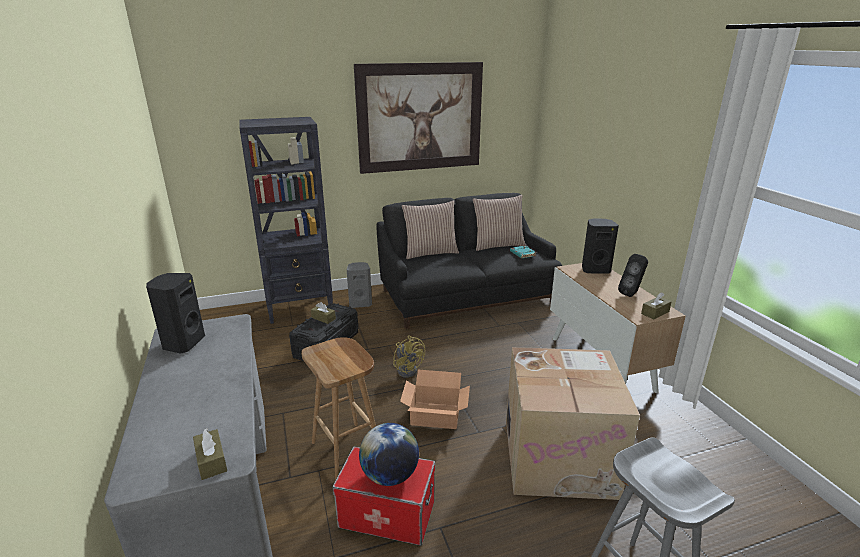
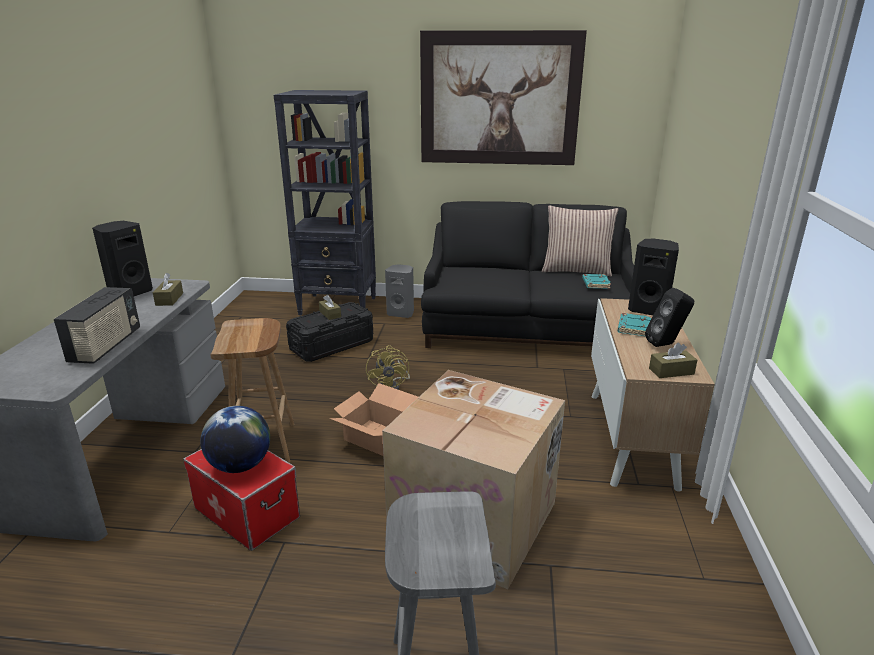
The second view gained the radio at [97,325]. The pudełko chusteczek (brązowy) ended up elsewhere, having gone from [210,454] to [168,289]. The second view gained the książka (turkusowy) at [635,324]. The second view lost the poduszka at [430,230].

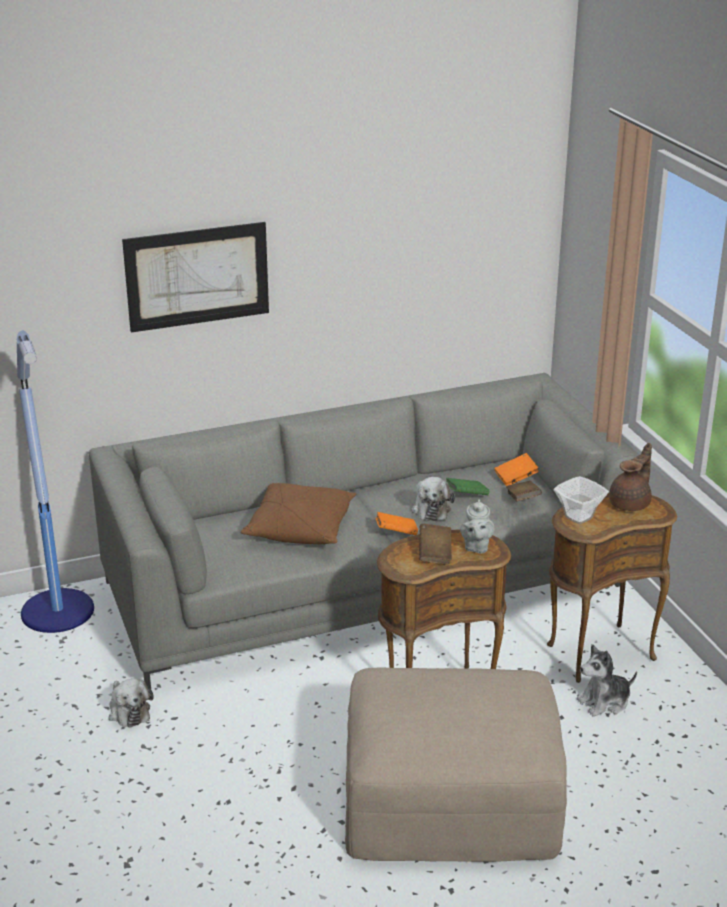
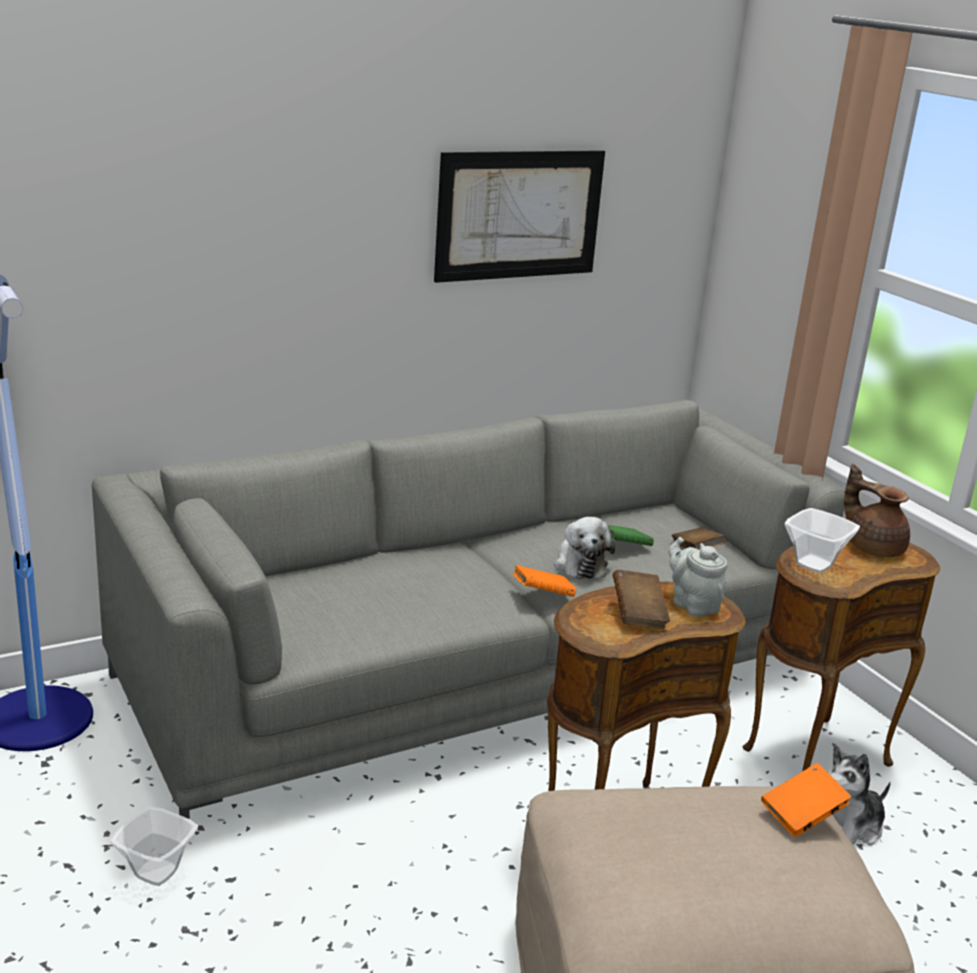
Where the pluszak stood at [131,703], the miska came to stand at [154,846]. The obraz ended up elsewhere, having gone from [195,277] to [519,216]. The imbryk (szary) at [477,526] ended up facing another way, 150 degrees clockwise from before. The książka (pomarańczowy) ended up elsewhere, having gone from [516,469] to [806,800]. The imbryk (brązowy) at [630,477] ended up facing another way, 75 degrees counterclockwise from before. The second view lost the poduszka (brązowy) at [298,513].

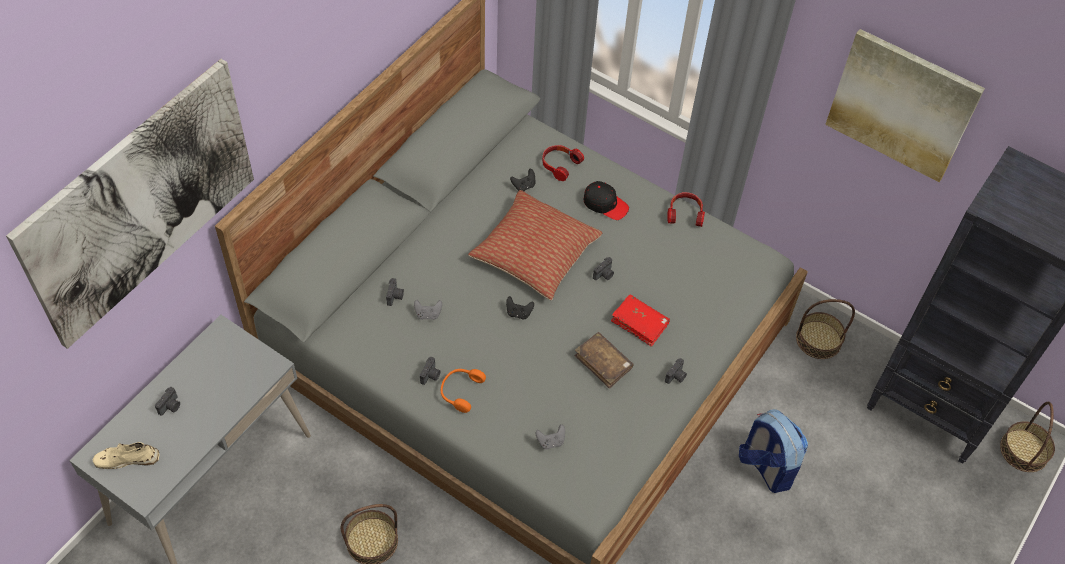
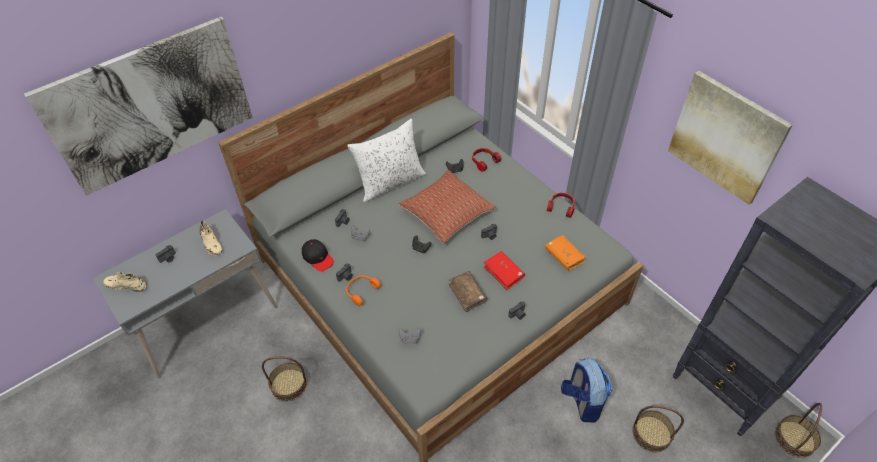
The second view gained the but (beżowy) at [211,237]. The czapka z daszkiem (czarny) ended up elsewhere, having gone from [606,200] to [318,255]. The second view gained the poduszka (biały) at [386,160]. The second view gained the książka (pomarańczowy) at [565,253]. The koszyk ended up elsewhere, having gone from [825,329] to [658,428].

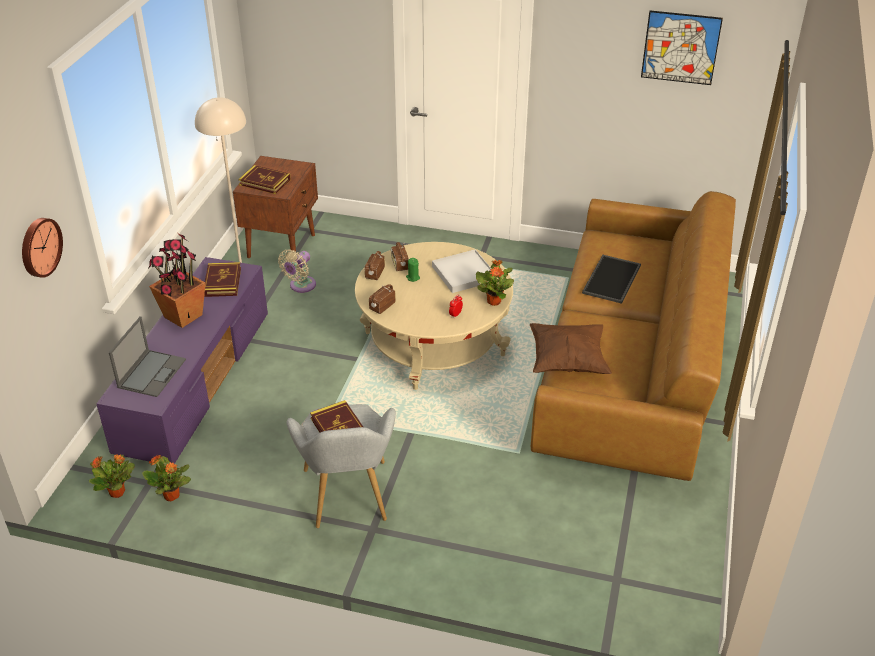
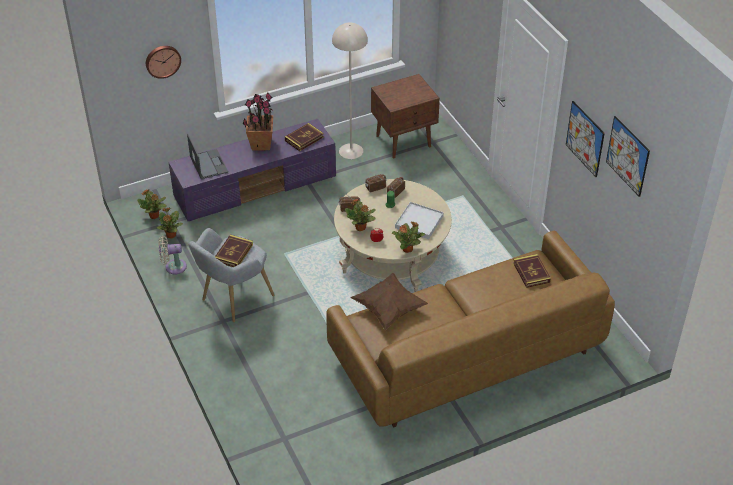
The wentylator (beżowy) ended up elsewhere, having gone from [297,271] to [173,255]. The laptop at [147,356] ended up facing another way, 90 degrees counterclockwise from before. The second view gained the roślina doniczkowa at [360,215]. The książka ended up elsewhere, having gone from [265,179] to [532,271]. The second view gained the obraz at [585,139]. The second view lost the taca at [611,279].

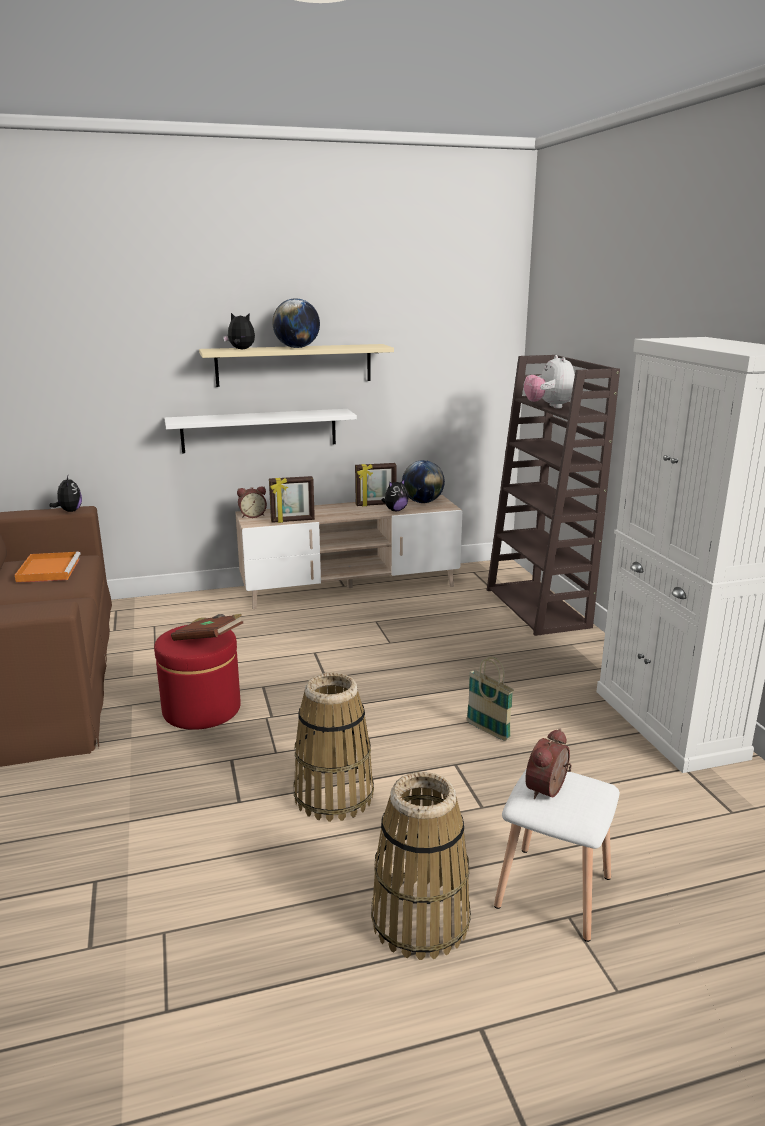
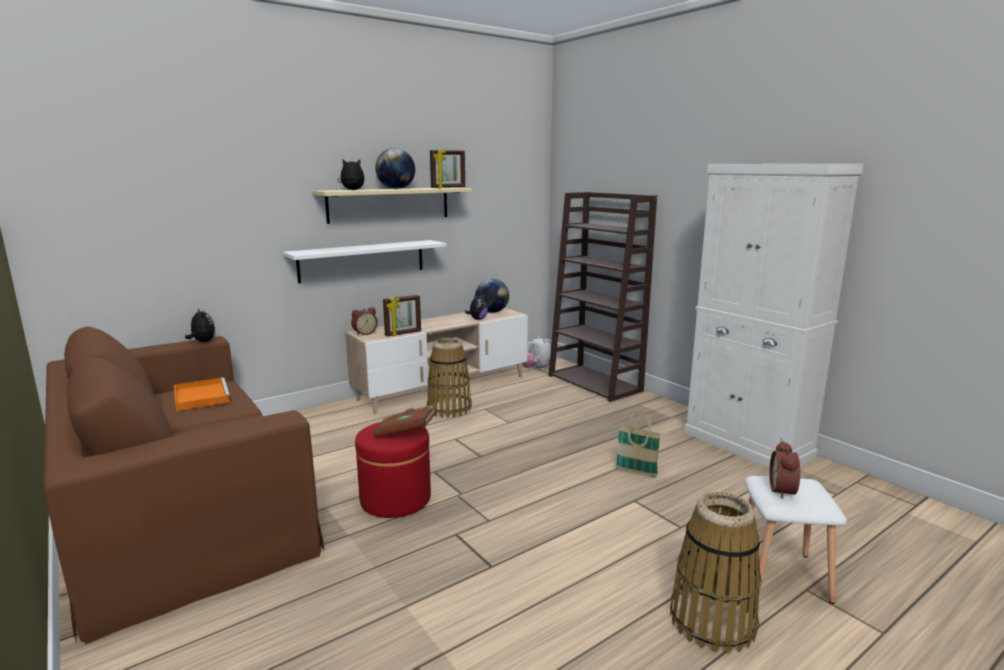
The koszyk ended up elsewhere, having gone from [334,747] to [449,378]. The ramka na zdjęcie ended up elsewhere, having gone from [376,484] to [447,168]. The pluszak ended up elsewhere, having gone from [549,381] to [536,353].

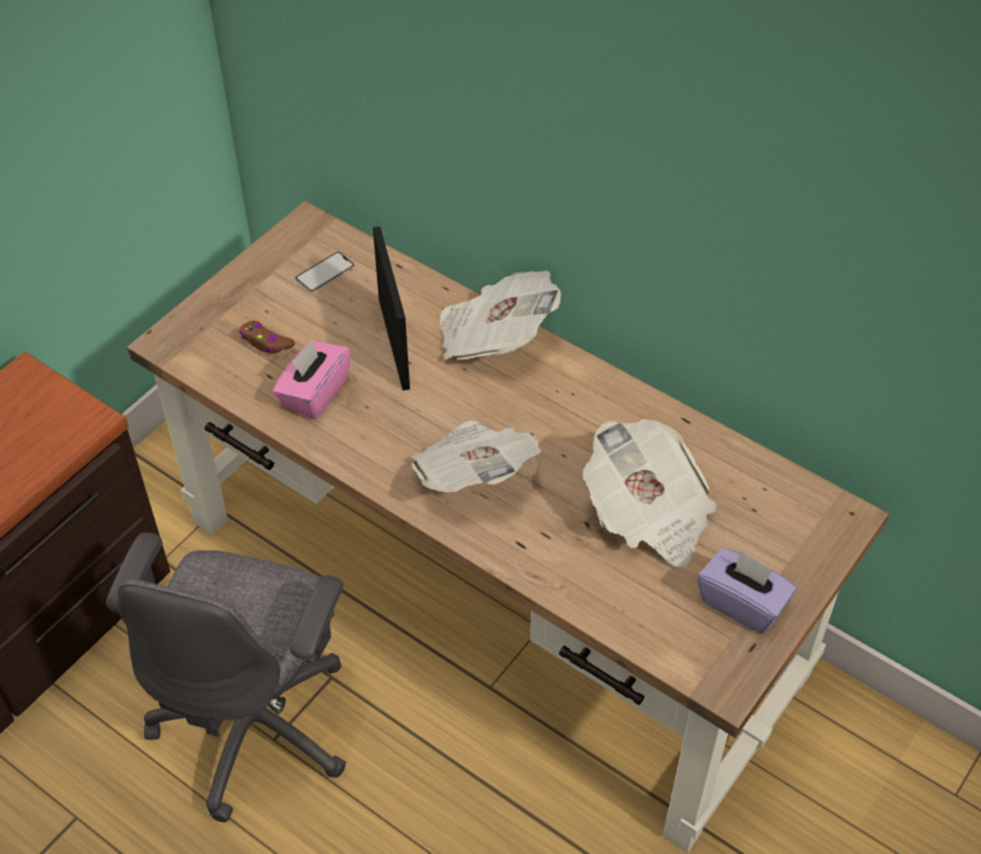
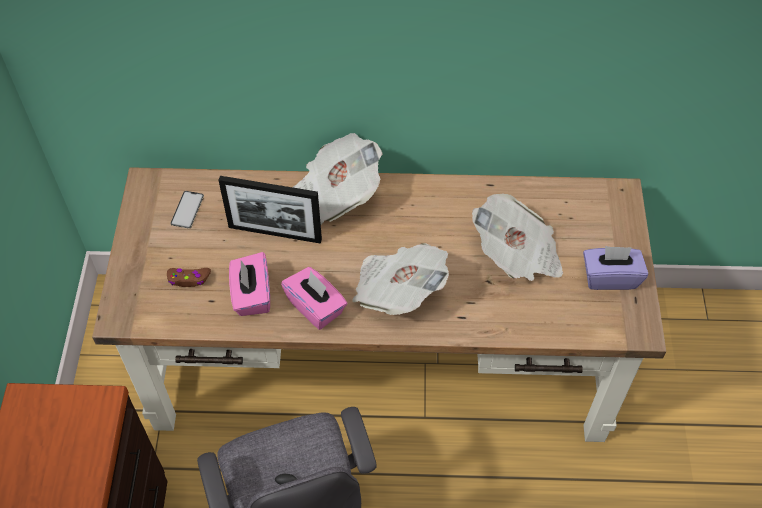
The ramka na zdjęcie at [391,308] ended up facing another way, 150 degrees clockwise from before. The second view gained the pudełko chusteczek (różowy) at [314,298].

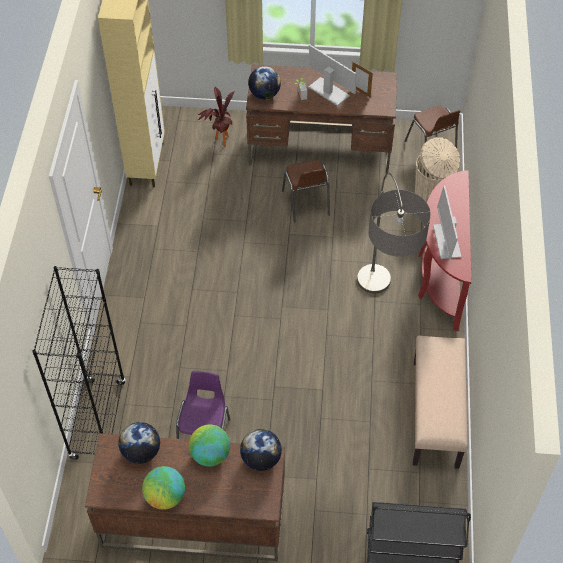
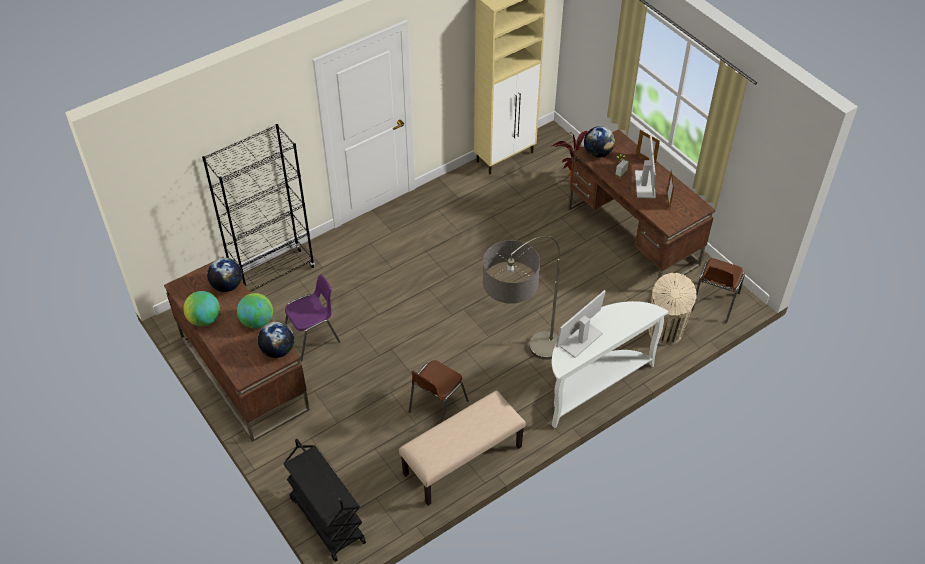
The krzesło (brązowy) ended up elsewhere, having gone from [306,191] to [439,391]. What was the stolik konsolowy (czerwony) at [444,251] turned into the stolik konsolowy (biały) at [610,364]. The second view gained the ramka na zdjęcie at [648,147].

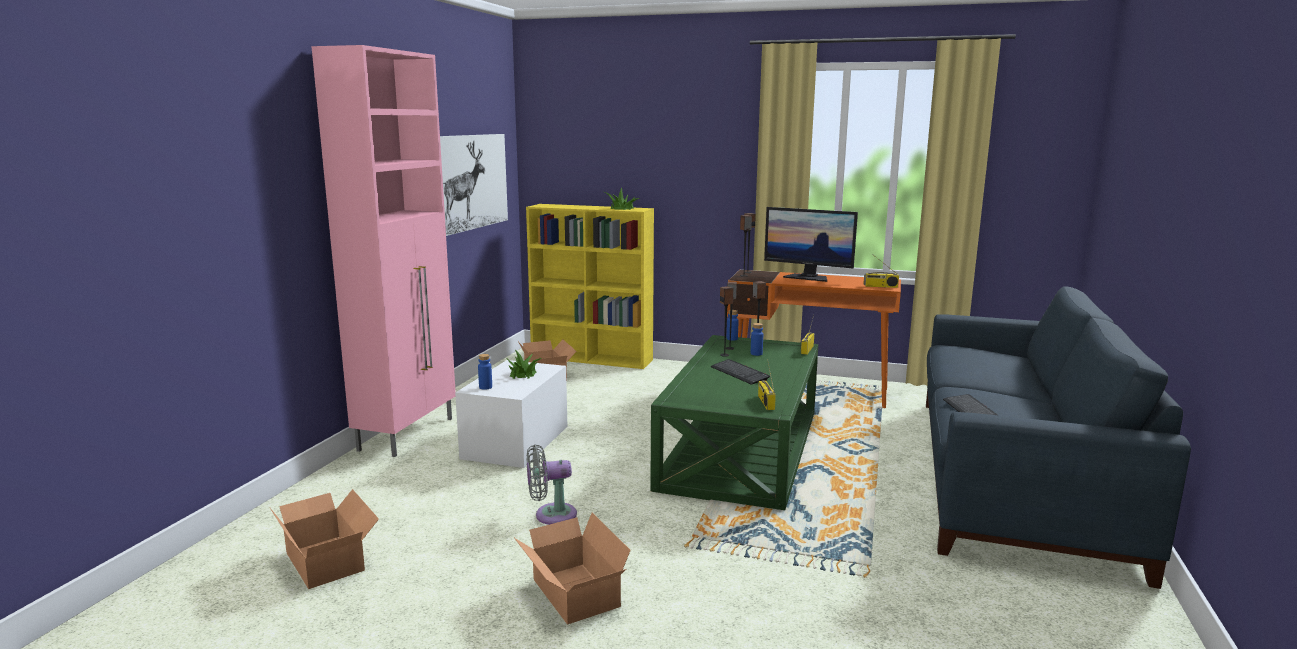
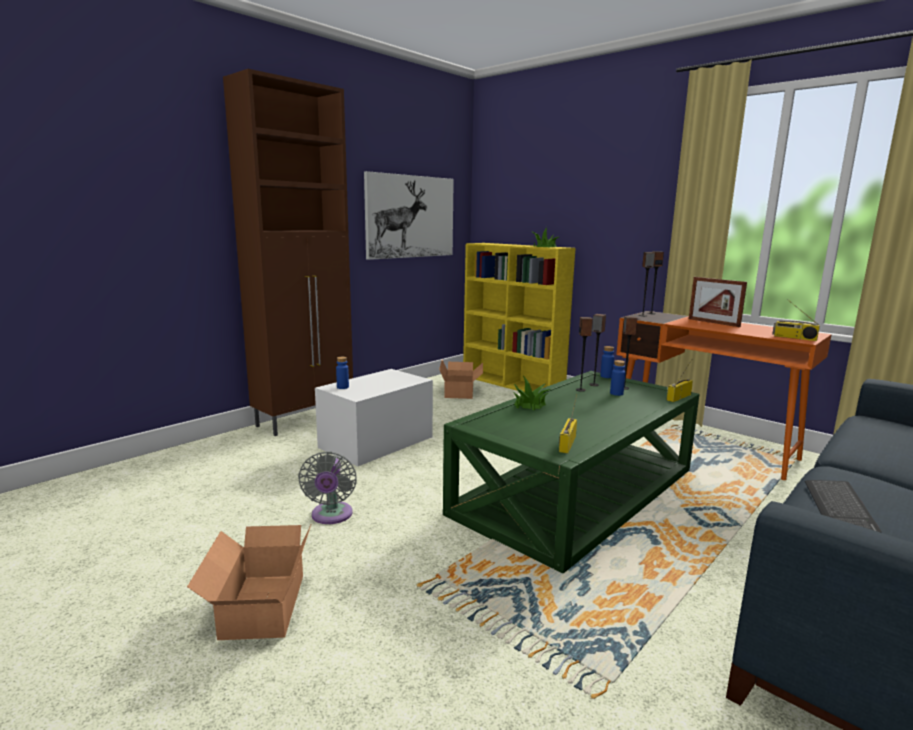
What was the szafka (różowy) at [383,251] turned into the szafka (brązowy) at [288,252]. The wentylator (szary) at [551,484] ended up facing another way, 105 degrees counterclockwise from before. The roślina doniczkowa ended up elsewhere, having gone from [523,364] to [532,393]. Where the monitor stood at [811,244], the ramka na zdjęcie came to stand at [718,302]. The second view lost the karton at [324,539]. The second view lost the klawiatura at [740,372].

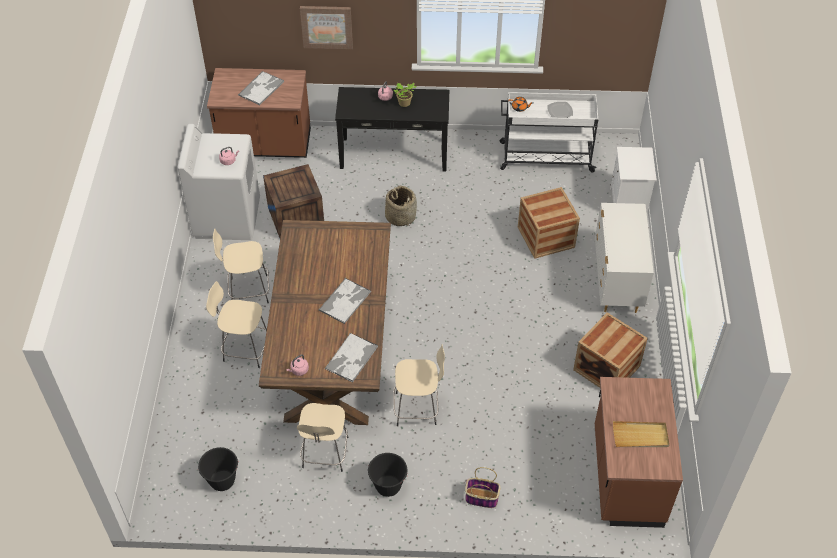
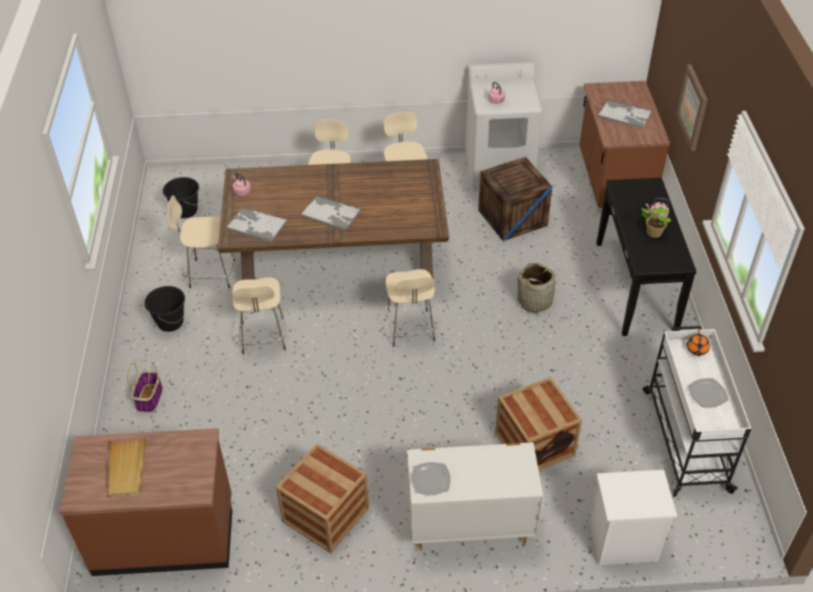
The second view gained the stołek (beżowy) at [410,308]. The second view gained the talerz at [431,478].

